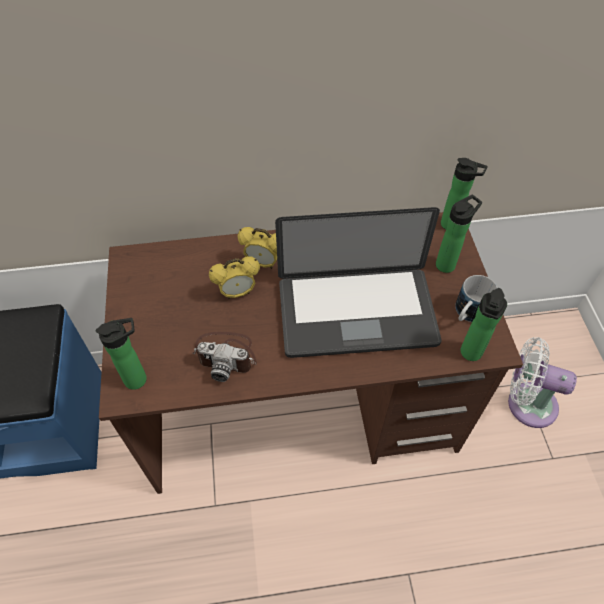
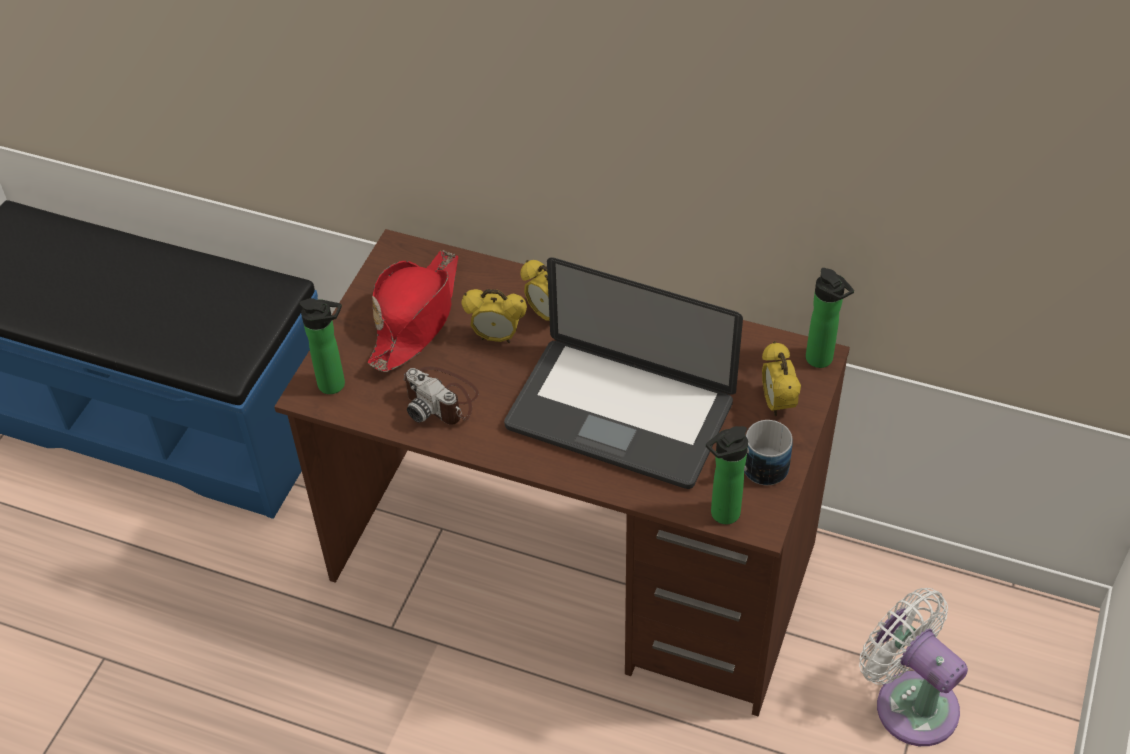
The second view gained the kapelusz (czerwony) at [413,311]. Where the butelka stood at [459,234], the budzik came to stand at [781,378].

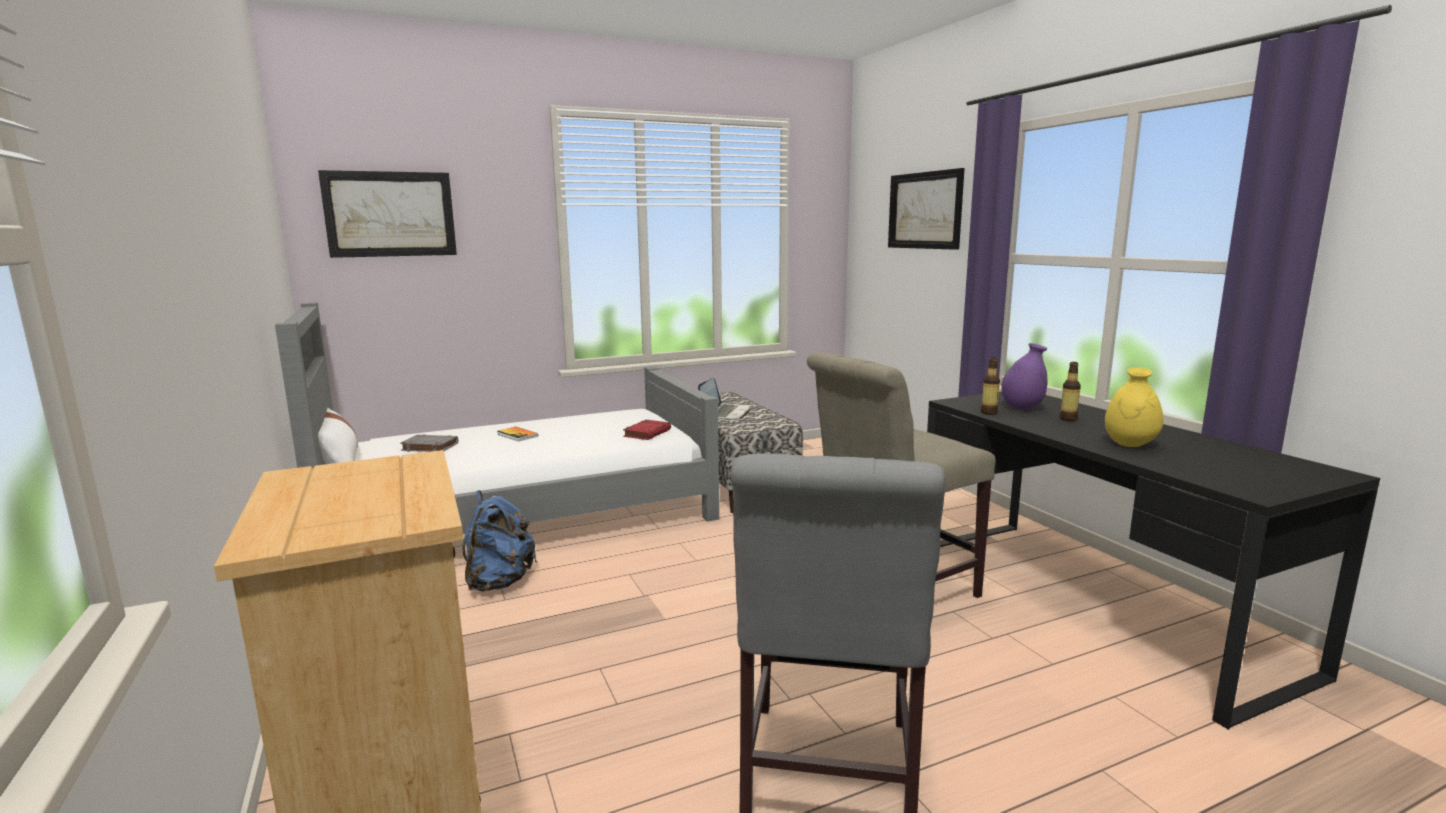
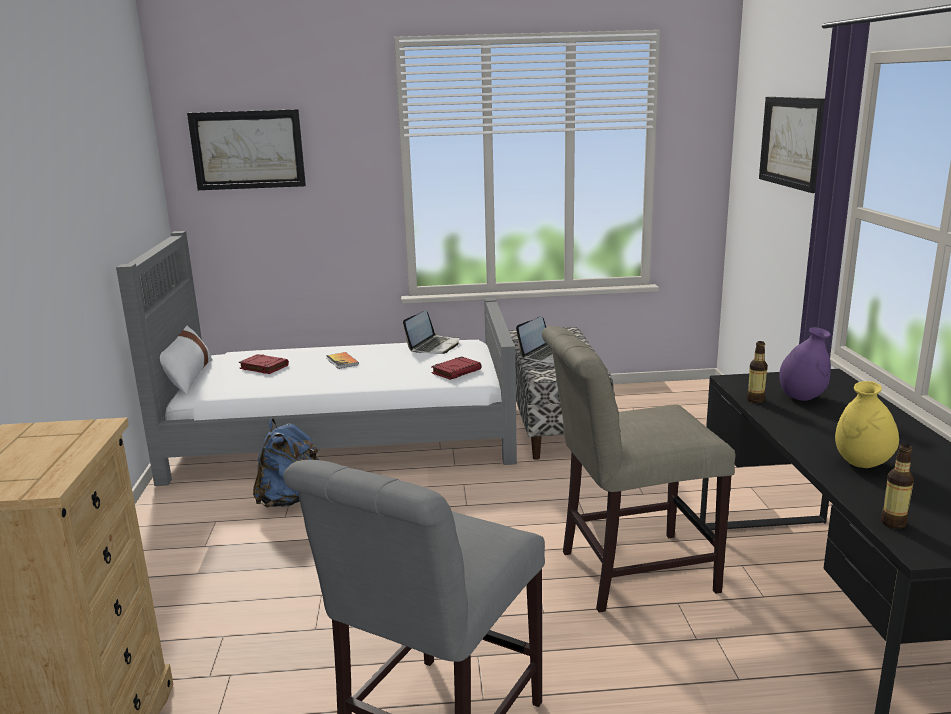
What was the książka (szary) at [429,443] turned into the książka (czerwony) at [264,364]. The second view gained the laptop at [431,332]. The butelka ended up elsewhere, having gone from [1070,391] to [897,486].

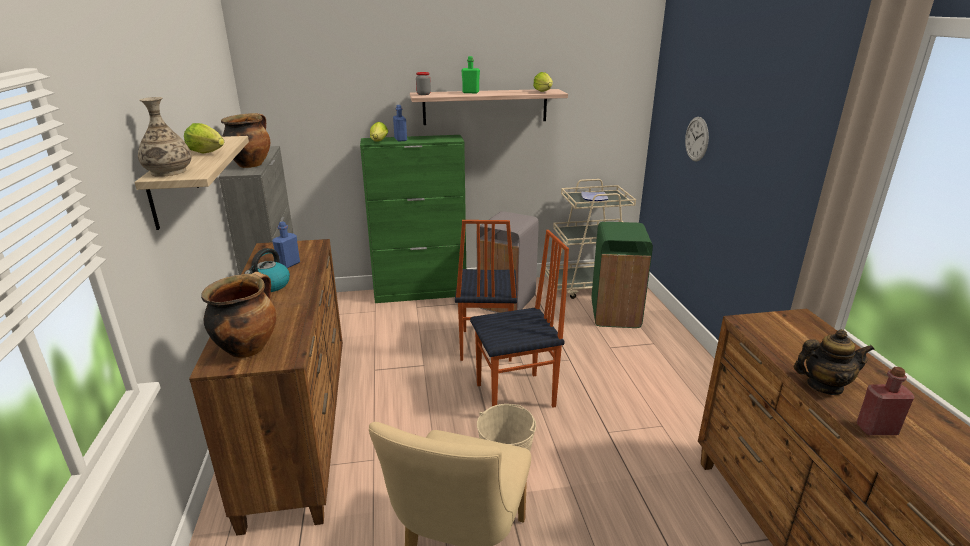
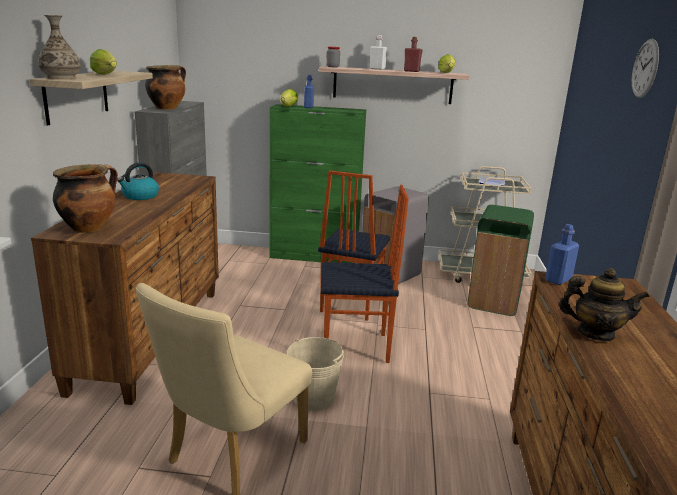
What was the butelka (zielony) at [470,74] turned into the butelka (biały) at [378,52]. The butelka (czerwony) ended up elsewhere, having gone from [885,401] to [413,54]. The butelka (niebieski) ended up elsewhere, having gone from [286,245] to [562,254]. The zegar ścienny ended up elsewhere, having gone from [697,139] to [645,68].

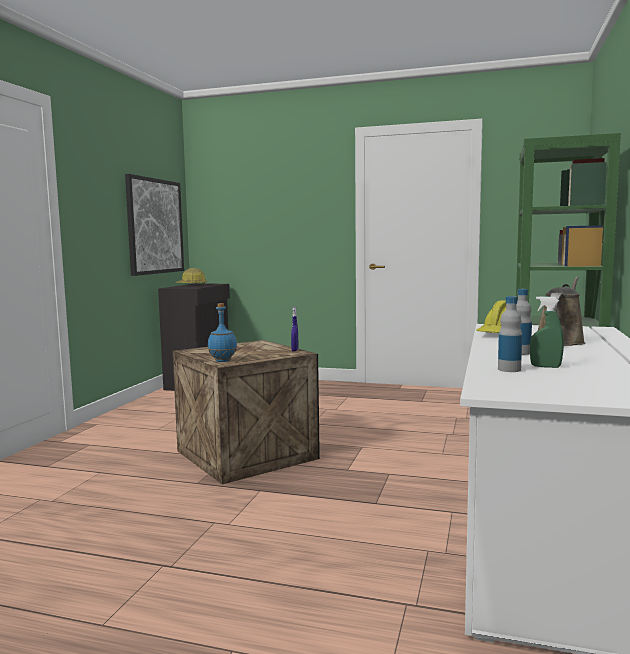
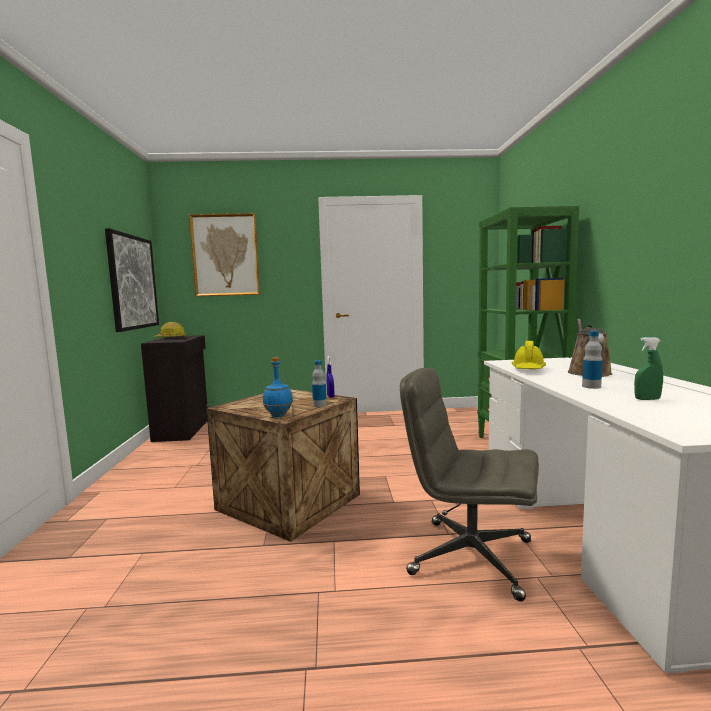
The second view gained the obraz at [224,255]. The butelka ended up elsewhere, having gone from [510,334] to [319,383]. The second view gained the krzesło biurowe (szary) at [469,485].

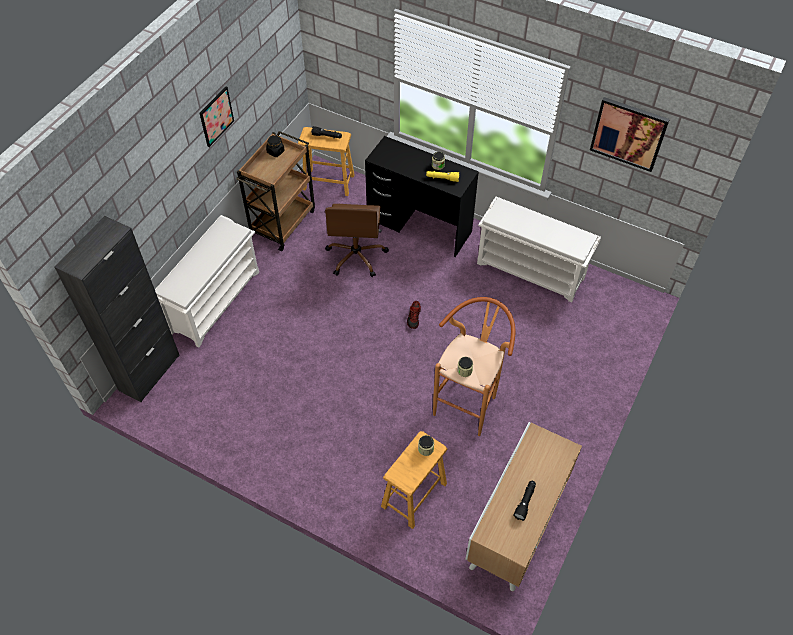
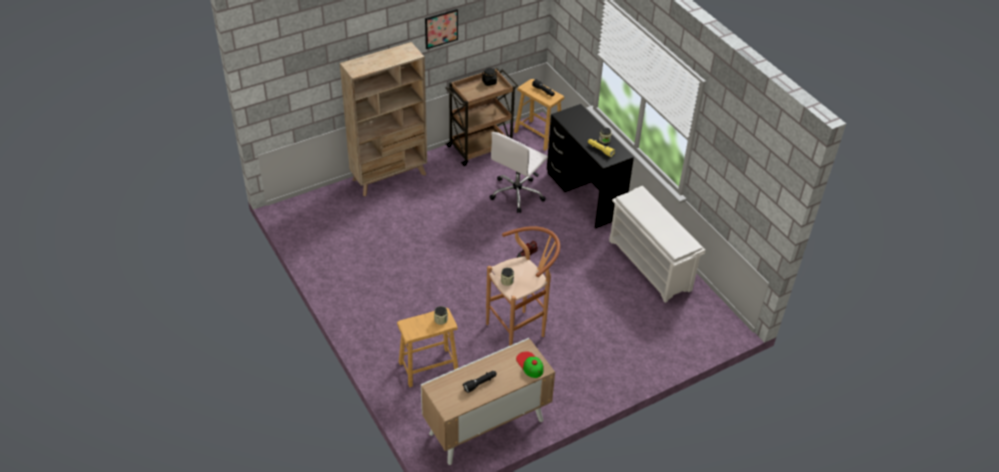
Where the regał na buty (biały) stood at [207,281], the regał (beżowy) came to stand at [383,119]. What was the krzesło biurowe (brązowy) at [357,240] turned into the krzesło biurowe (biały) at [518,172]. The second view gained the czapka z daszkiem at [529,364]. The second view lost the szafka (czarny) at [117,309]. The second view lost the obraz at [630,134].

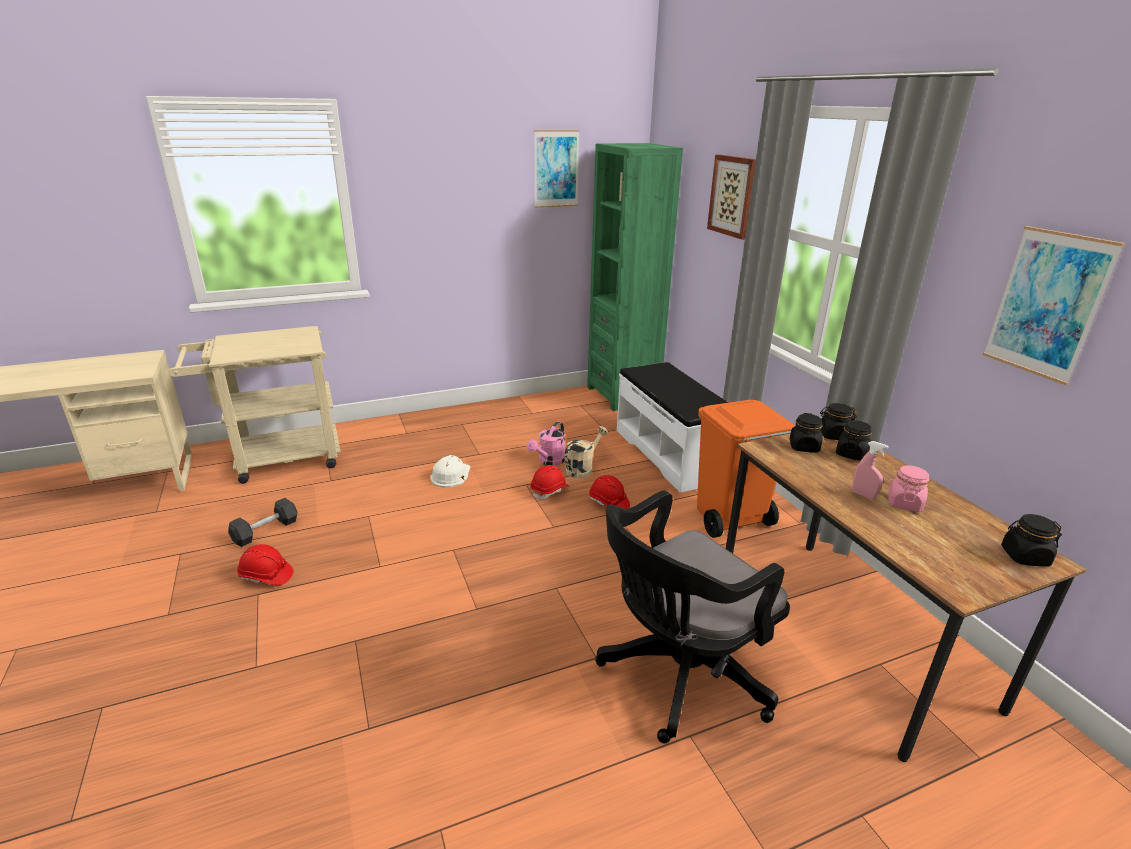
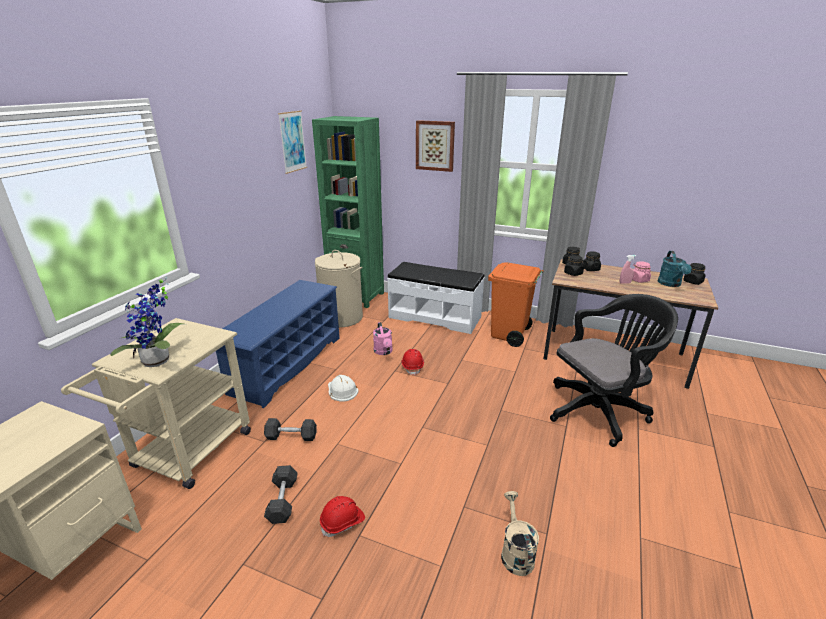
The second view gained the roślina doniczkowa at [146,322]. The second view gained the regał na buty (niebieski) at [278,344]. The second view gained the hantel (szary) at [290,429]. The second view gained the kosz na pranie (beżowy) at [339,289]. The konewka (beżowy) ended up elsewhere, having gone from [586,452] to [520,533]. The krzesło biurowe (czarny) at [692,617] ended up facing another way, 120 degrees counterclockwise from before. The second view gained the konewka (turkusowy) at [675,269]. The second view lost the kask (czerwony) at [609,492]. The second view lost the obraz at [1054,305].

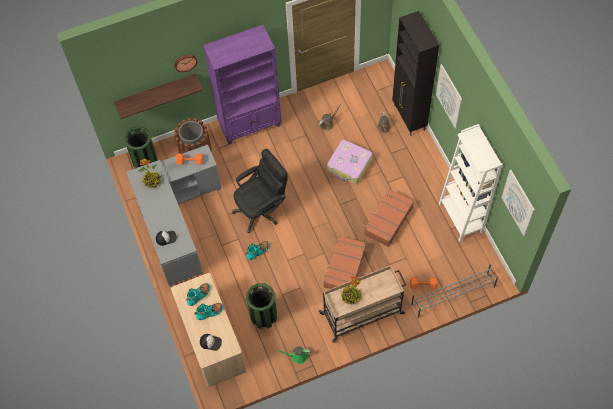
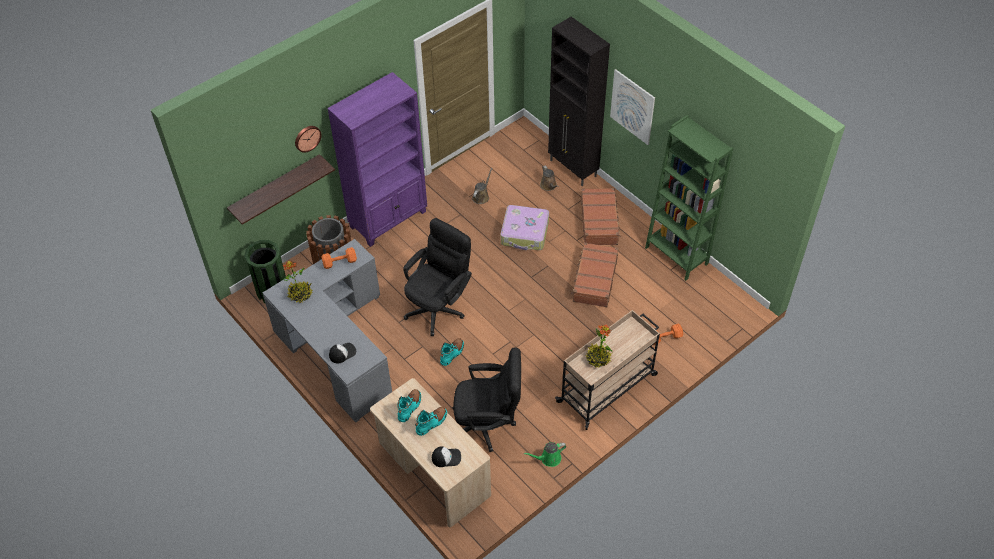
Where the kosz na śmieci (zielony) stood at [261,306], the krzesło biurowe (czarny) came to stand at [486,399]. The walizka (brązowy) ended up elsewhere, having gone from [345,262] to [601,216]. What was the regał (biały) at [471,183] turned into the regał (zielony) at [689,198]. The second view lost the regał na buty (szary) at [454,291]. The second view lost the obraz at [518,203].

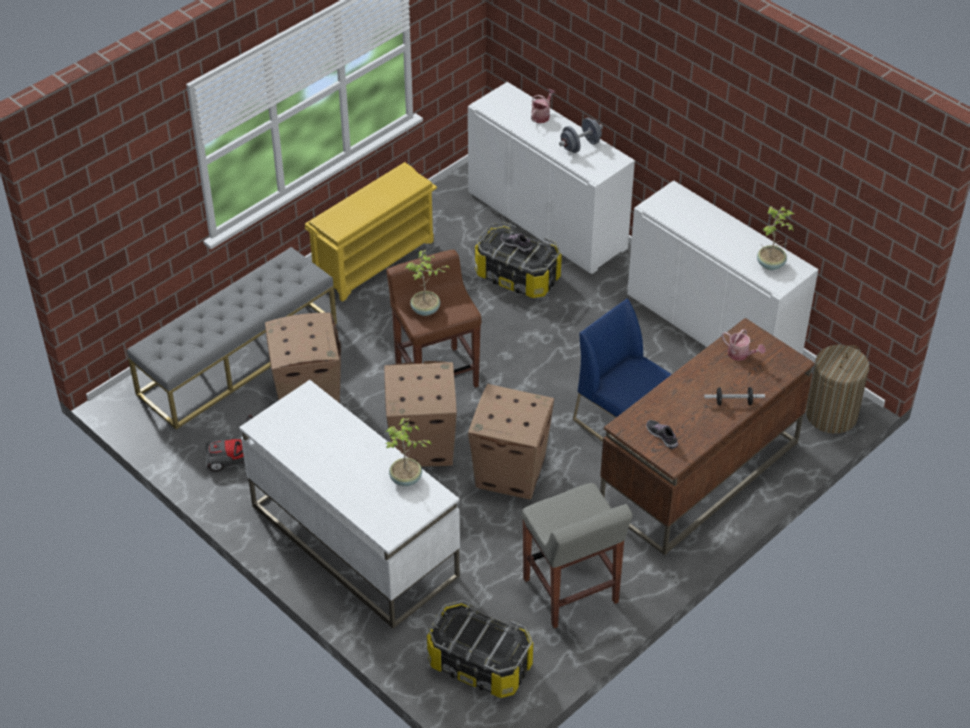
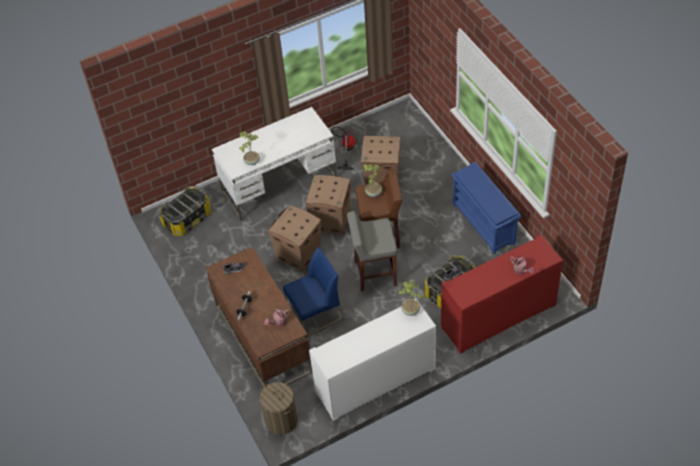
The stołek (szary) ended up elsewhere, having gone from [577,555] to [372,251]. The roślina doniczkowa ended up elsewhere, having gone from [775,238] to [411,297]. What was the szafka (biały) at [551,178] turned into the szafka (czerwony) at [502,294]. What was the regał na buty (żółty) at [371,232] turned into the regał na buty (niebieski) at [486,208]. The second view lost the ławka (szary) at [232,338]. The second view lost the hantel (szary) at [581,135].

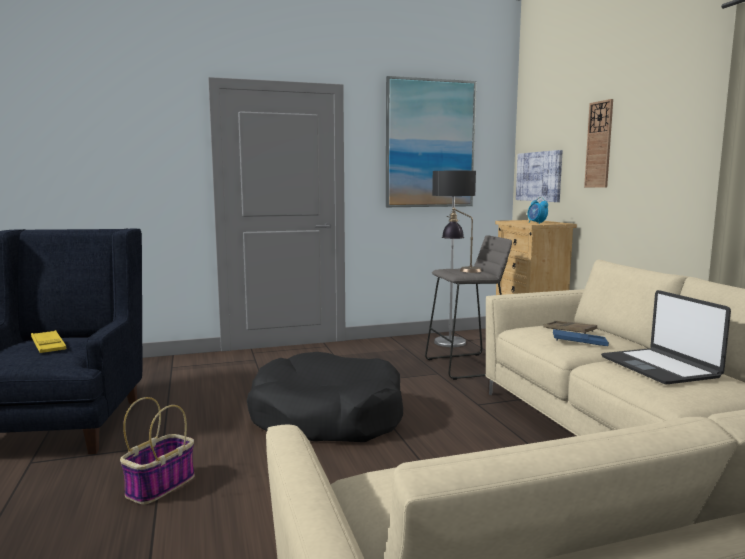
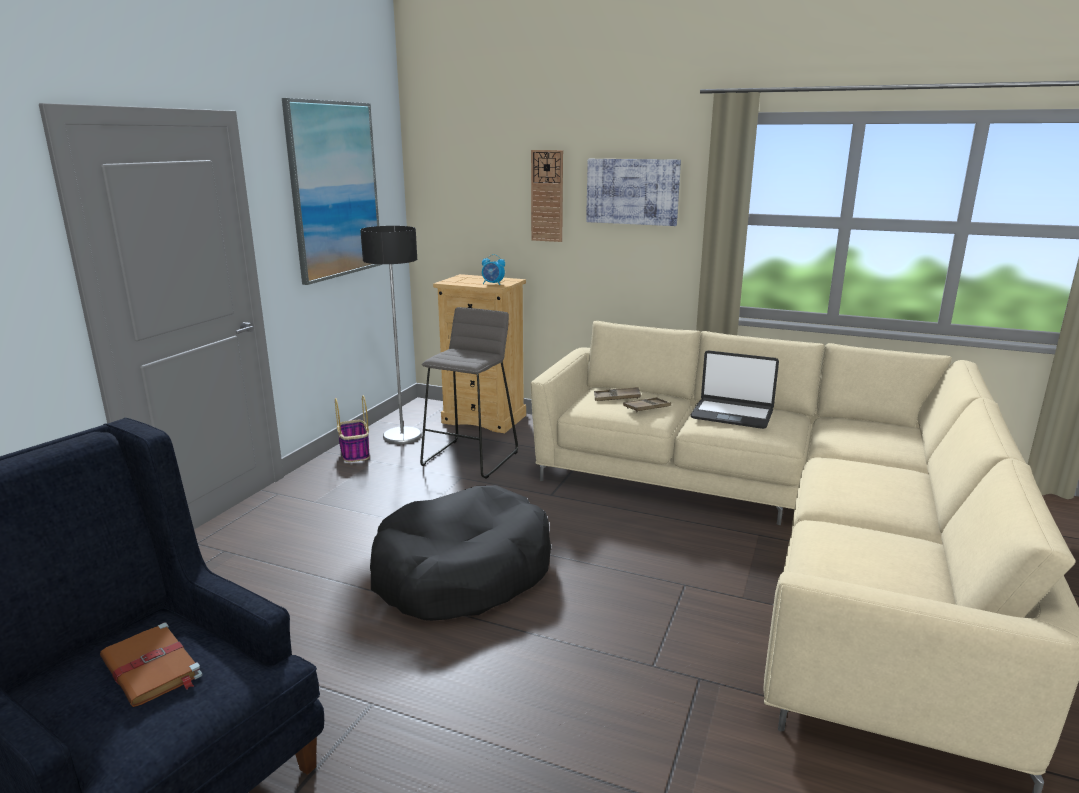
Where the taca (żółty) stood at [48,341], the książka (brązowy) came to stand at [151,664]. The koszyk ended up elsewhere, having gone from [157,450] to [352,428]. The obraz ended up elsewhere, having gone from [539,176] to [633,192]. What was the taca (niebieski) at [581,337] turned into the taca (brązowy) at [647,404]. The second view lost the lampa stołowa at [462,240].

